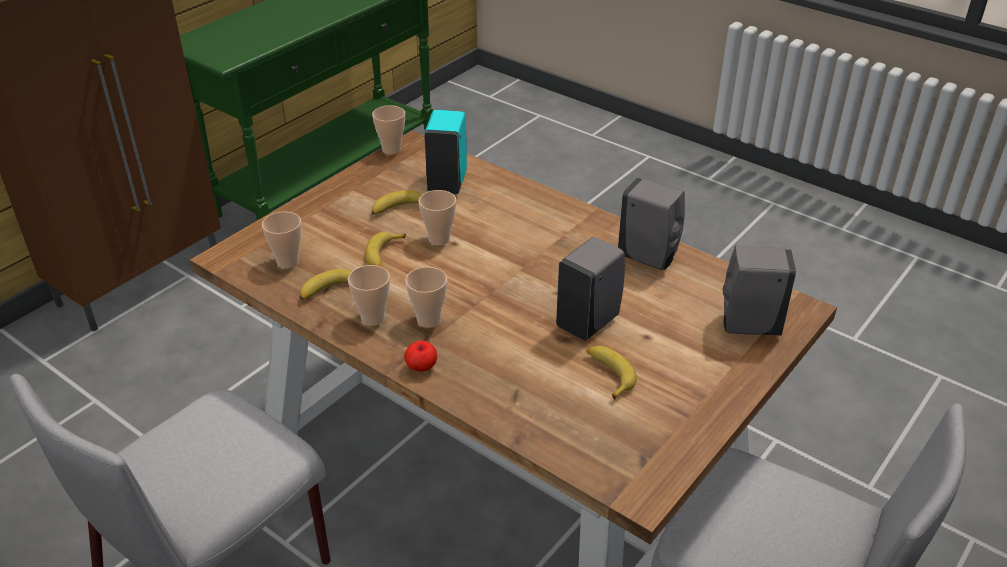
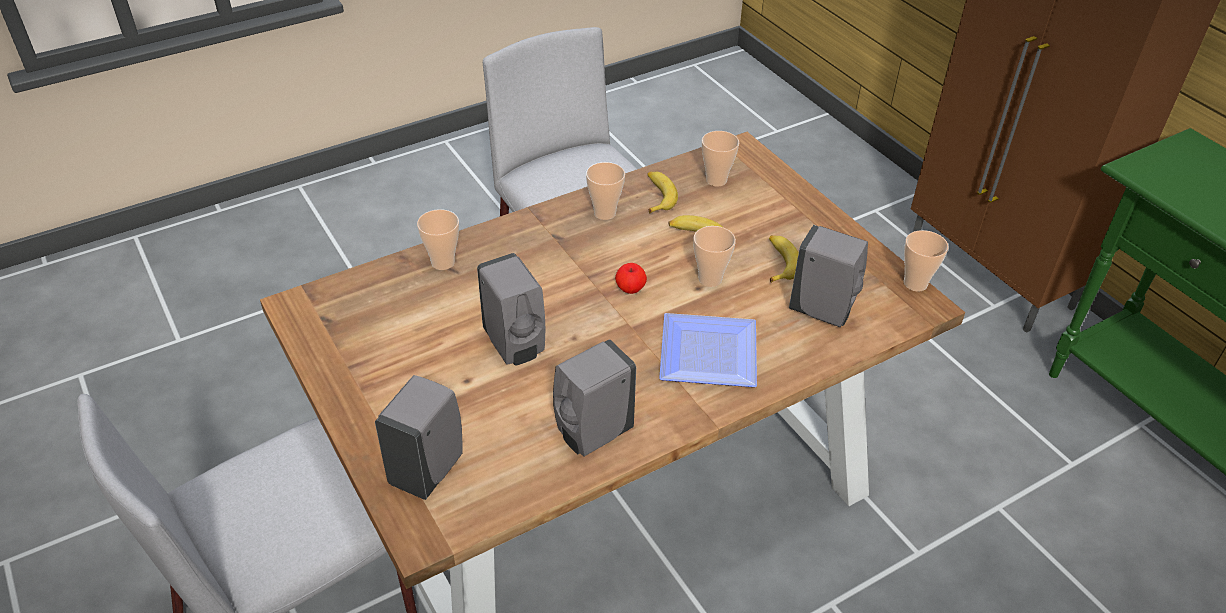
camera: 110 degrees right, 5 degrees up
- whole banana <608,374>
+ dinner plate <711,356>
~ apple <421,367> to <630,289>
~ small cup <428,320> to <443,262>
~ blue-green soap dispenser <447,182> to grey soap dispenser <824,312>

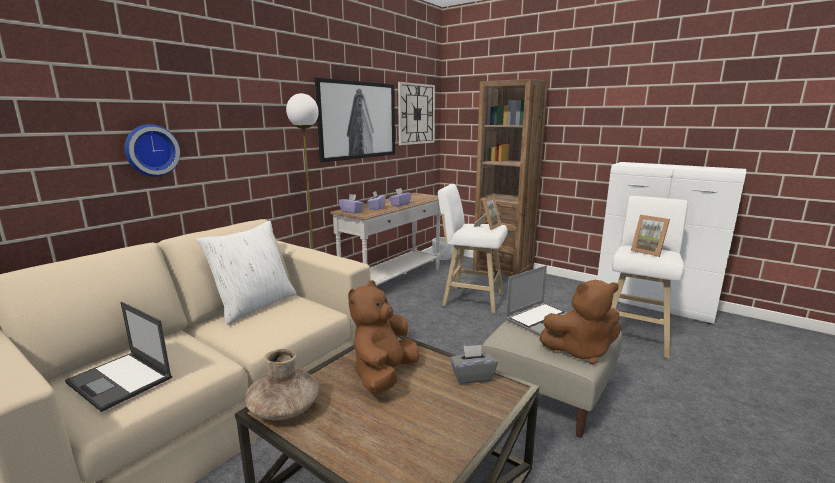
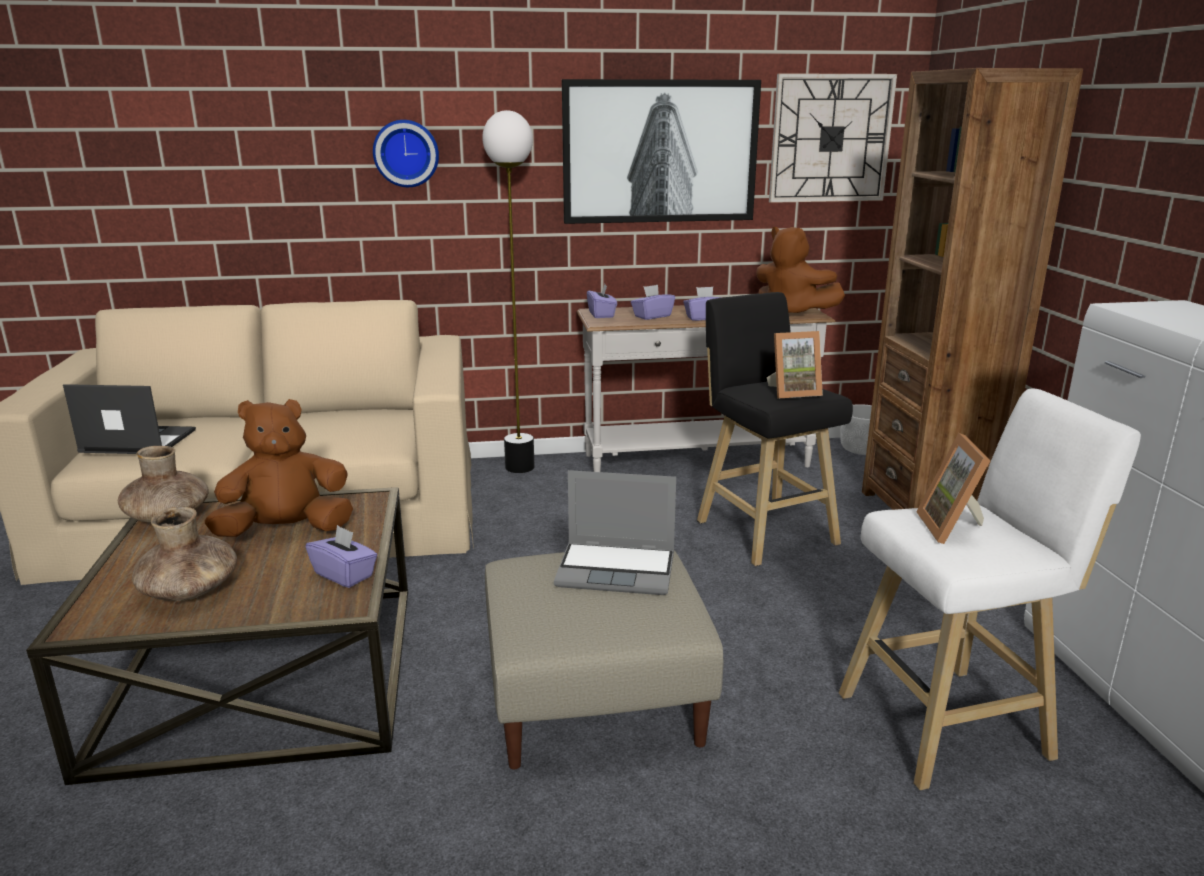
camera: 45 degrees right, 5 degrees up
- white-coloured throw pillow <255,305>
+ brown flower vase <190,591>
~ clock on the wall <151,150> to <406,153>
~ brown cuddly toy <580,351> to <792,313>
~ white-coloured stool <470,299> to blackish stool <763,530>
~ grey tissue box <472,376> to purple-coloured tissue box <345,574>
~ laptop <120,380> = <137,441> 105 degrees clockwise

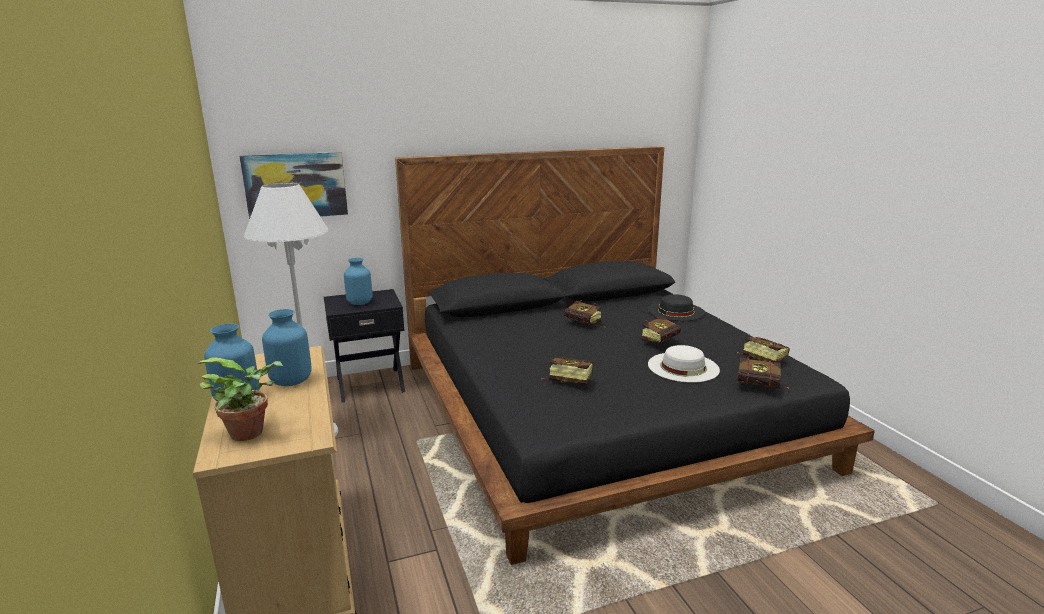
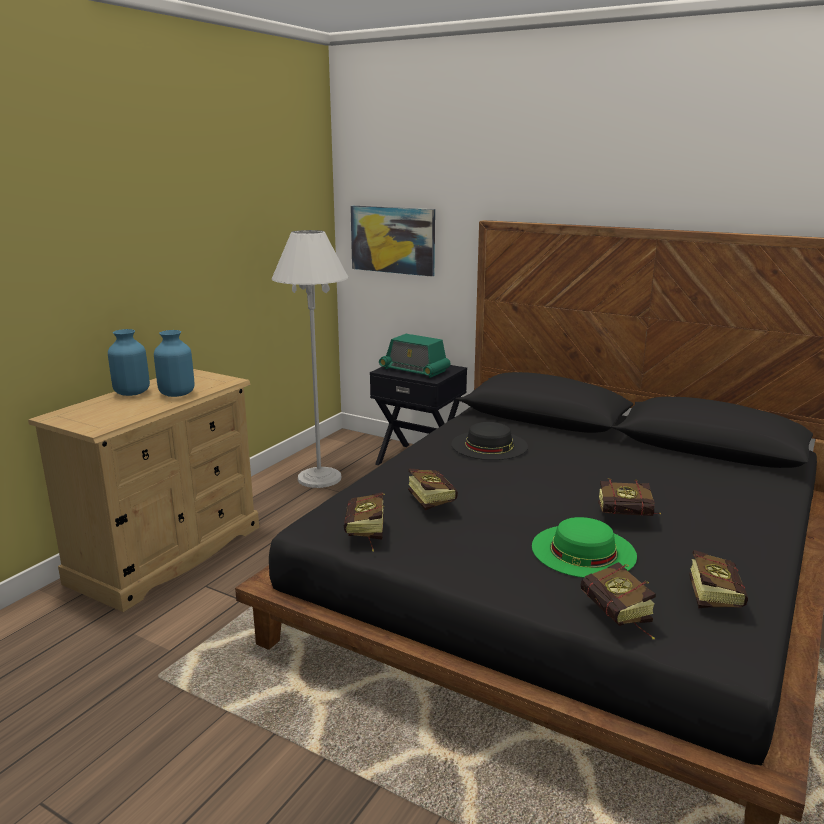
camera: 50 degrees right, 0 degrees up
- houseplant <252,432>
~ bound book <585,324> to <365,534>
~ blackish hat <676,311> to <489,445>
~ bluish flower vase <360,302> to radio receiver <414,370>
~ white-coloured hat <683,367> to greenish hat <583,550>

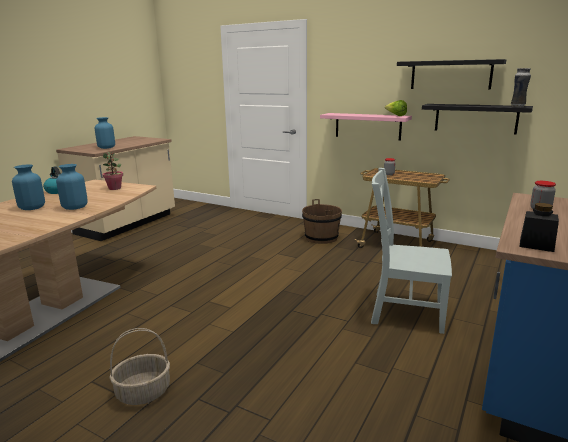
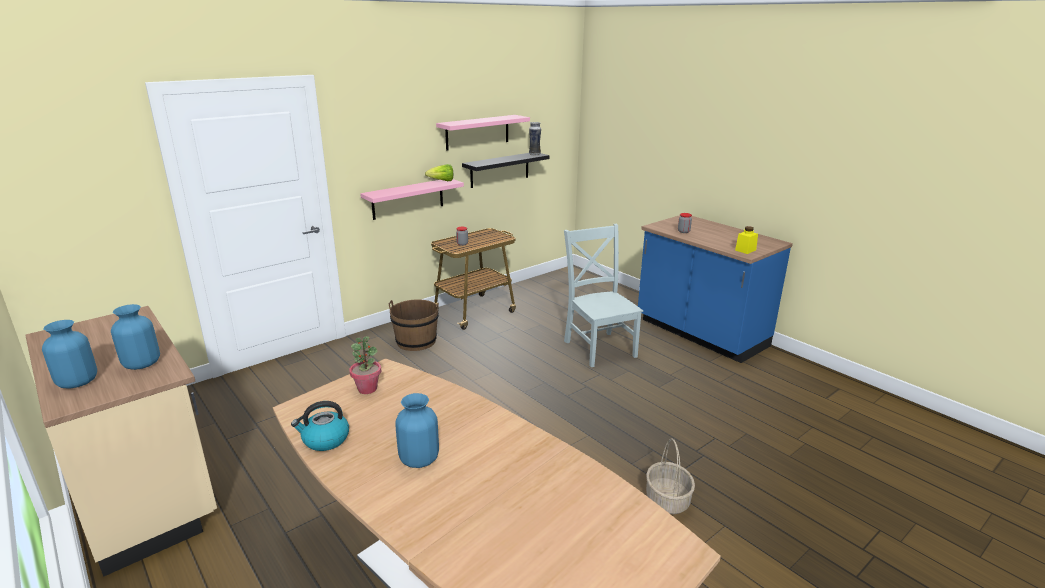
camera: 70 degrees left, 5 degrees up
~ bluish flower vase <75,207> to <77,382>
~ blackish wall shelf <450,75> to pinkish wall shelf <477,132>
~ blackish jar <536,245> to yellowish jar <745,250>
~ grey plain chair <403,311> = <599,347> 120 degrees clockwise

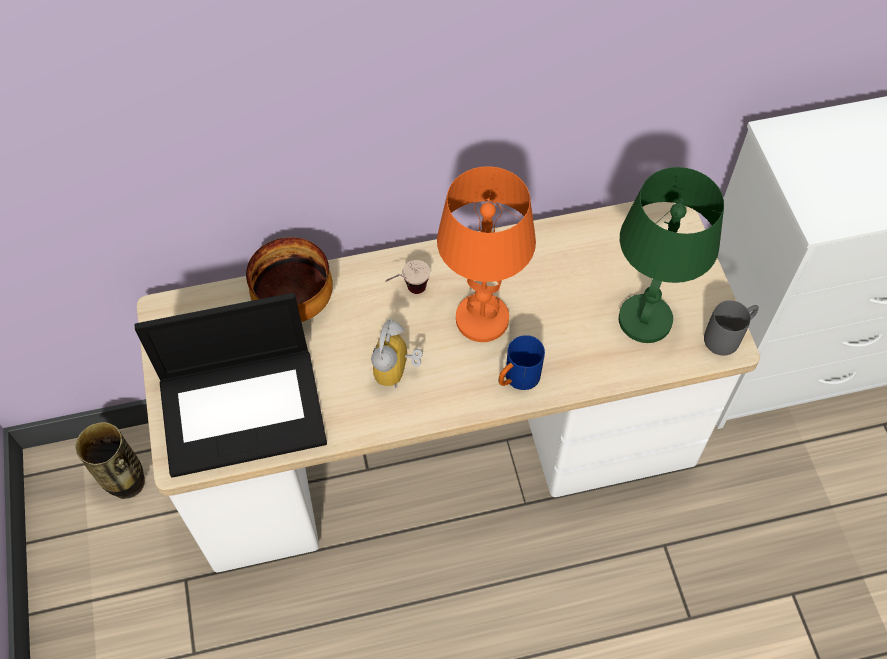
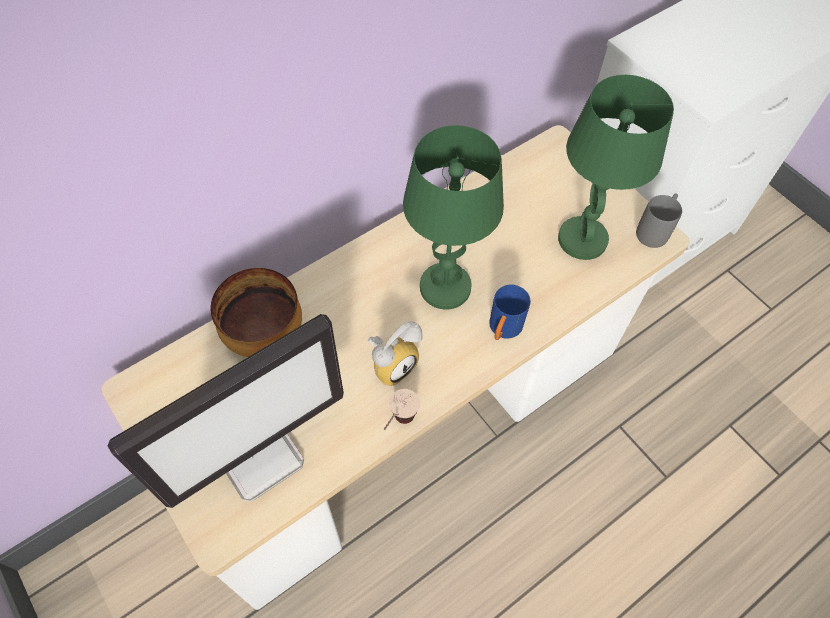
camera: 25 degrees left, 0 degrees up
- flower vase <127,483>
~ small cup <407,292> to <398,425>
~ laptop <244,409> to computer screen <260,455>
~ orange lamp for a table <482,318> to greenish lamp for a table <445,287>
~ alarm clock <397,372> = <392,363> 120 degrees counterclockwise

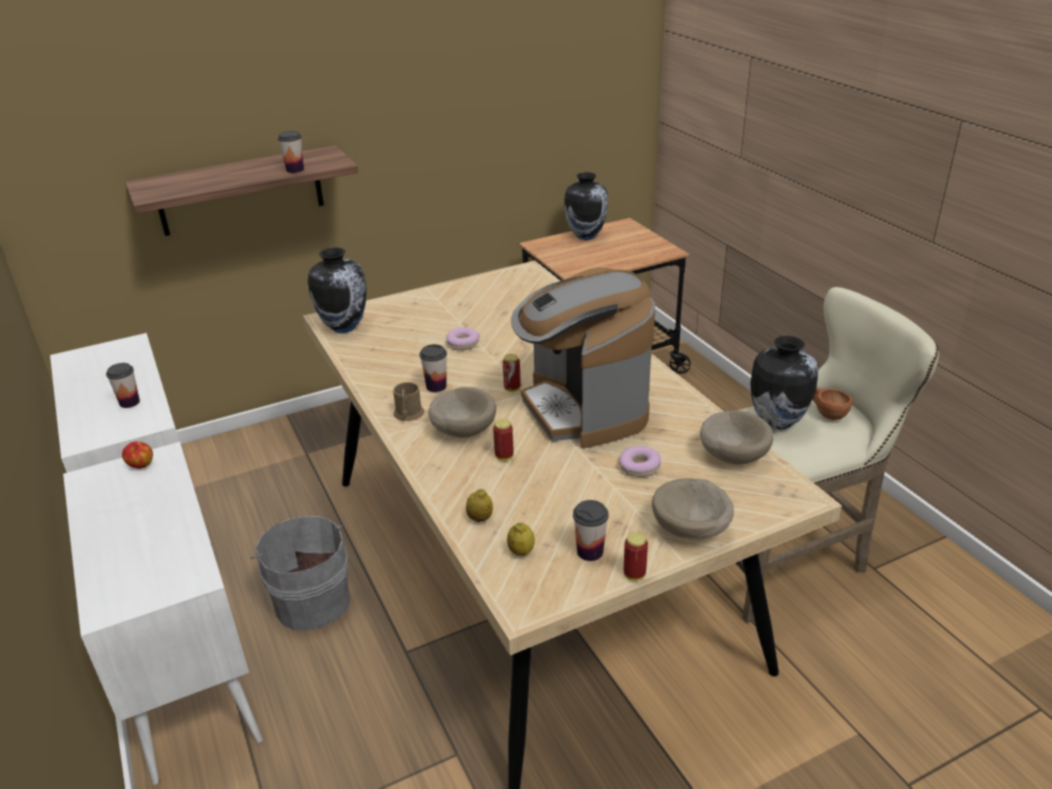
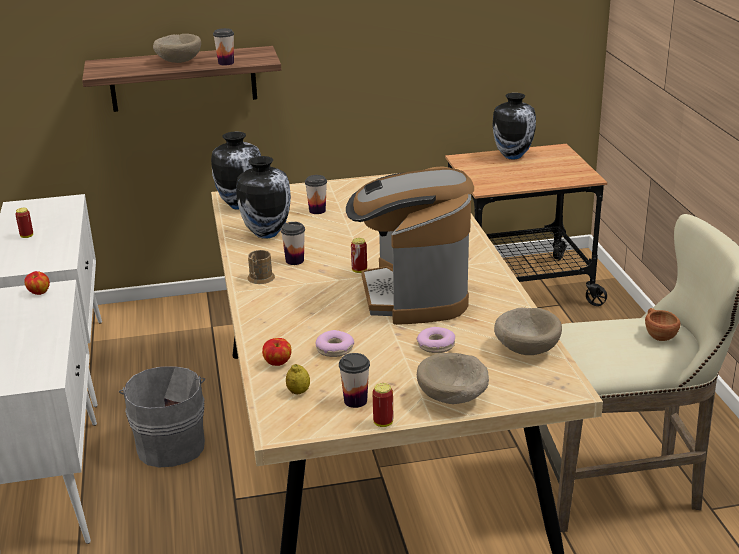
camera: 15 degrees right, 5 degrees down
~ small cup <129,402> to <317,210>
~ sand-coloured serving bowl <463,429> to <179,61>
~ doughnut <463,343> to <335,349>
~ sealed can <504,456> to <27,236>
~ flower vase <776,422> to <266,233>
~ citrus fruit <480,518> to apple <278,363>

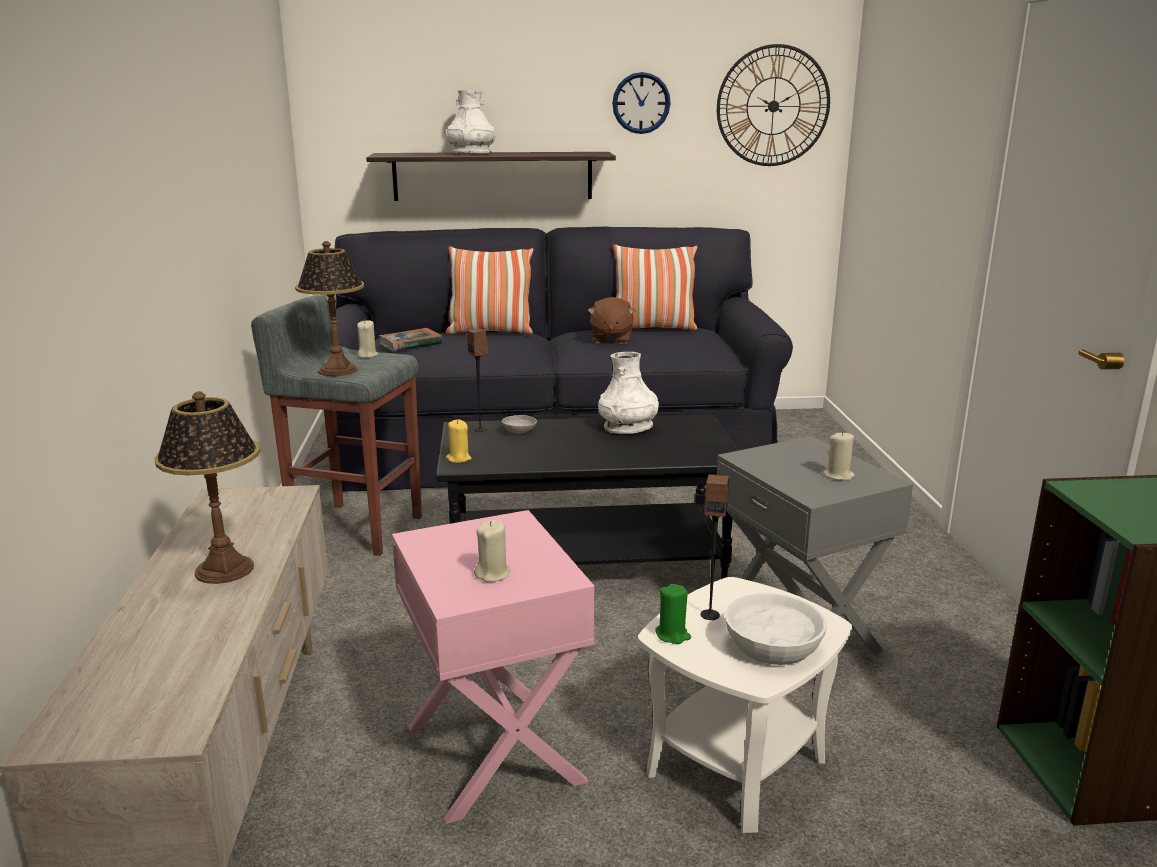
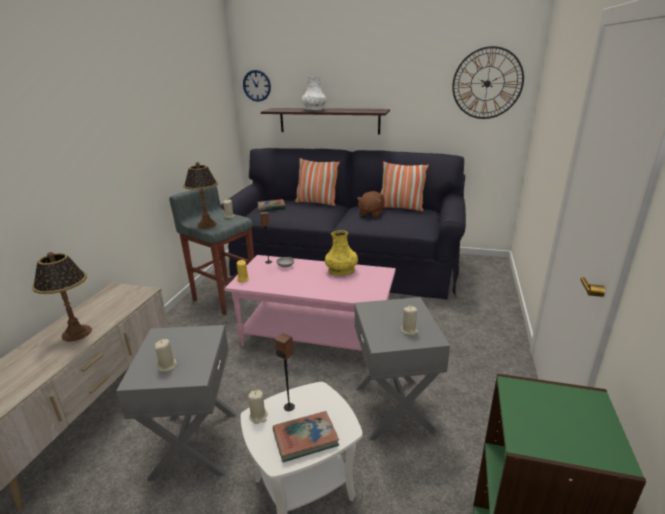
camera: 20 degrees right, 5 degrees up
~ clock on the wall <641,103> to <257,85>
~ white-coloured serving bowl <774,645> to bound book <305,438>
~ pinkish accent table <492,753> to grey accent table <194,444>
~ blackish low table <587,560> to pinkish low table <316,336>
~ white-coloured flower vase <628,427> to yellowish flower vase <341,270>
~ greenish wax candle <672,635> to sand-coloured wax candle <258,416>

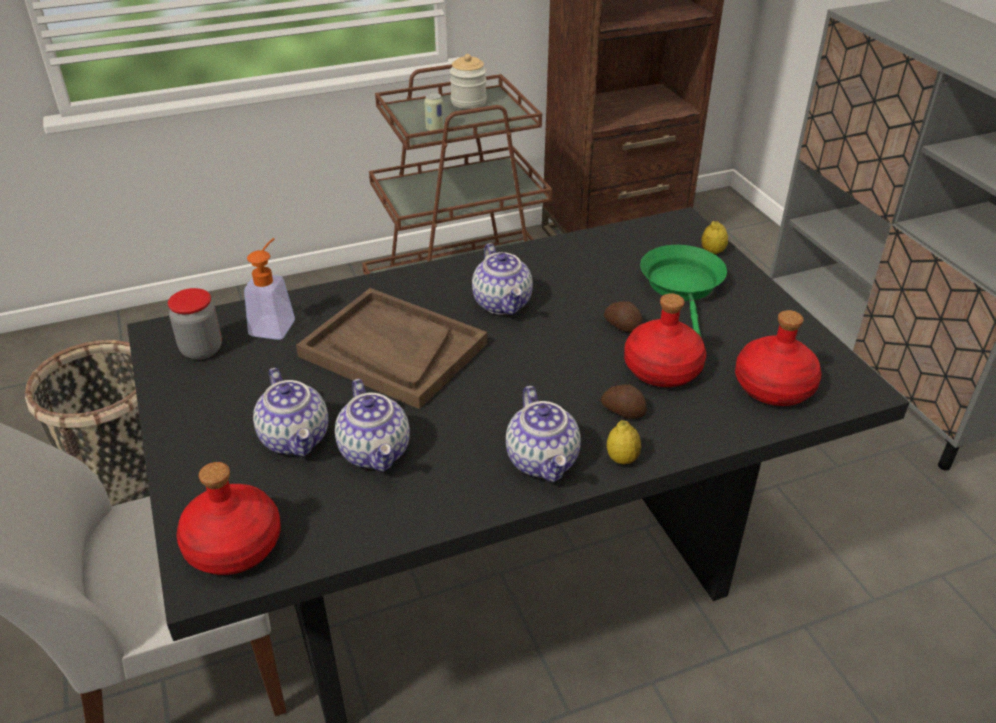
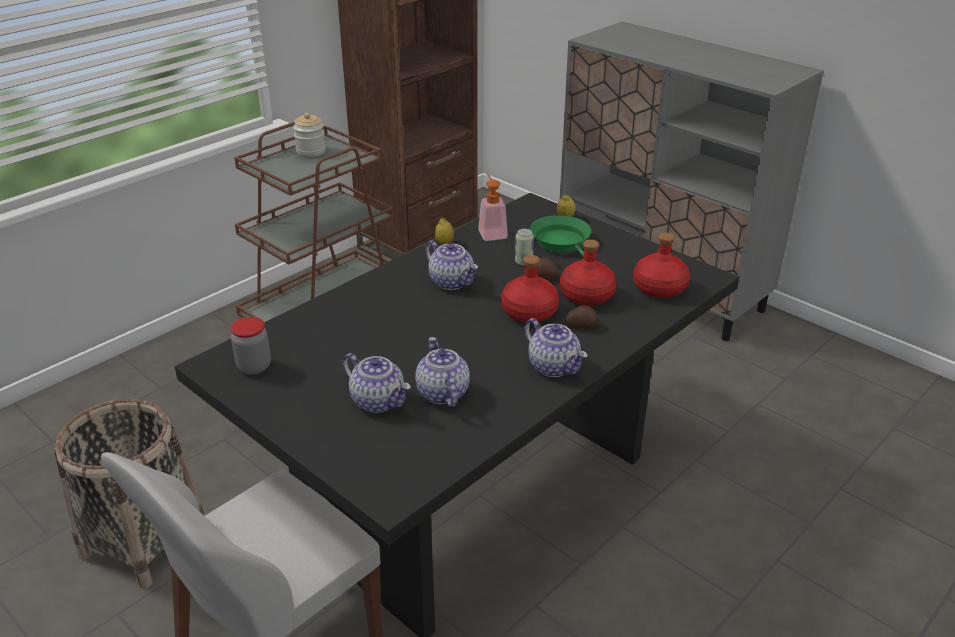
camera: 25 degrees left, 5 degrees down
- brown tray <392,350>
~ reddish bottle <232,546> to <528,312>
~ soap dispenser <275,323> to <491,232>
~ sealed can <435,129> to <523,262>
~ citrus fruit <622,459> to <445,243>
~ teapot <376,452> = <442,393> 150 degrees counterclockwise

